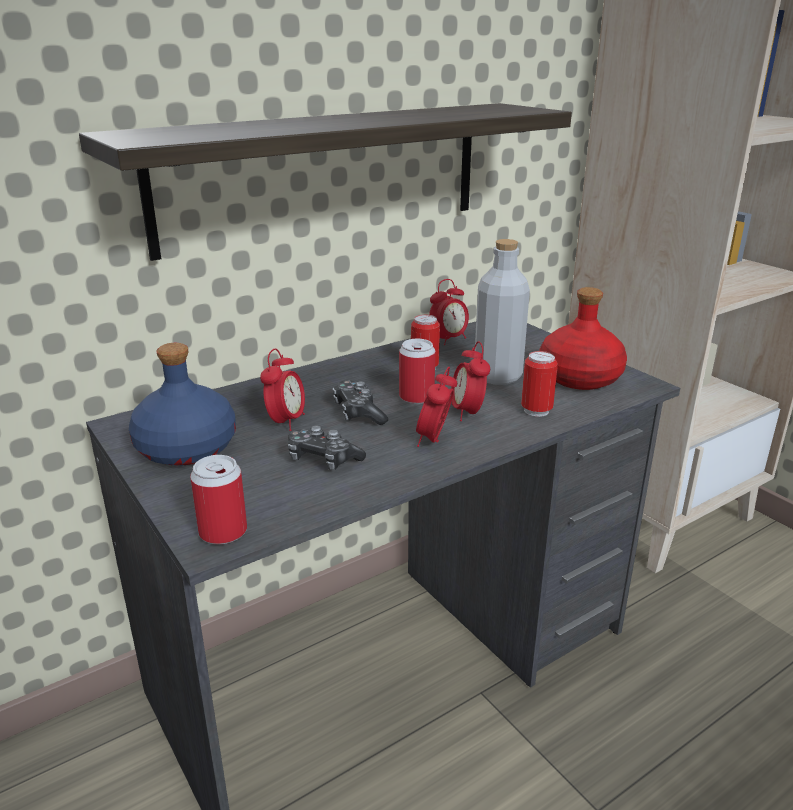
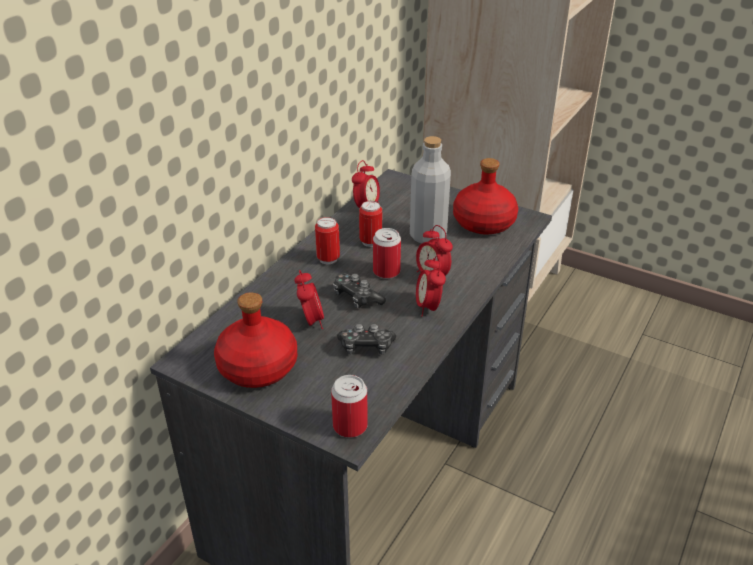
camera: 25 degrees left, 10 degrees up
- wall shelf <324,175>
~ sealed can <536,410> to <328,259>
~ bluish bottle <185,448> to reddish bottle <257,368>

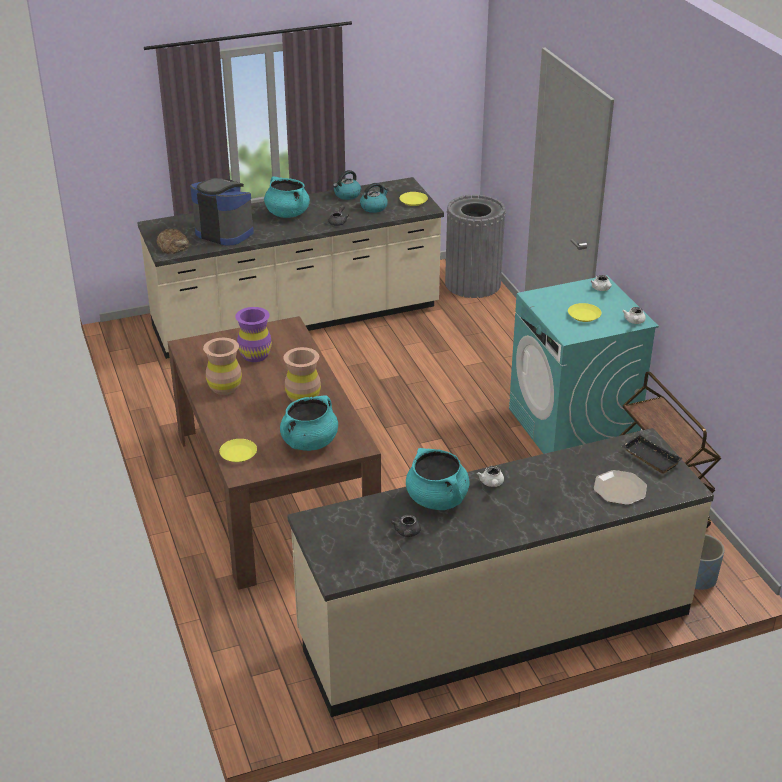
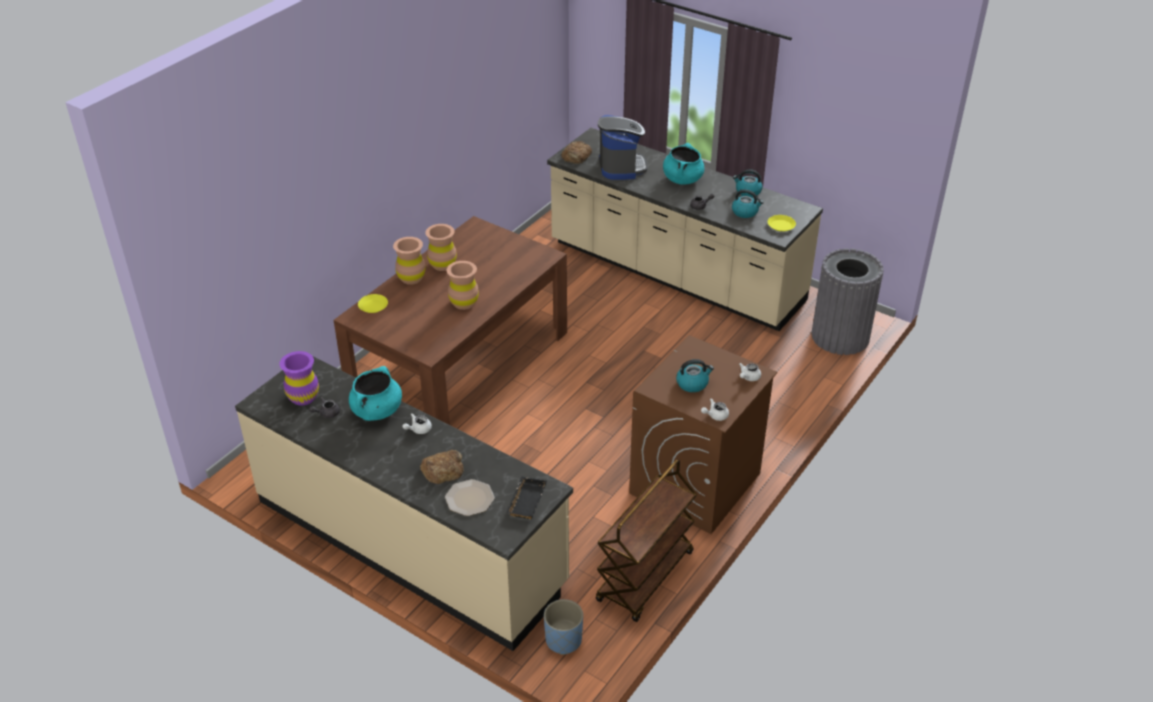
camera: 55 degrees right, 5 degrees up
- blue-green stockpot <309,442>
+ brown flower vase <411,278>
+ baked bread <443,470>
~ purple-coloured flower vase <255,355> to <303,397>
~ yellowish dinner plate <583,315> to water kettle <692,383>
~ blue-green laundry appliance <573,427> to brown laundry appliance <695,484>

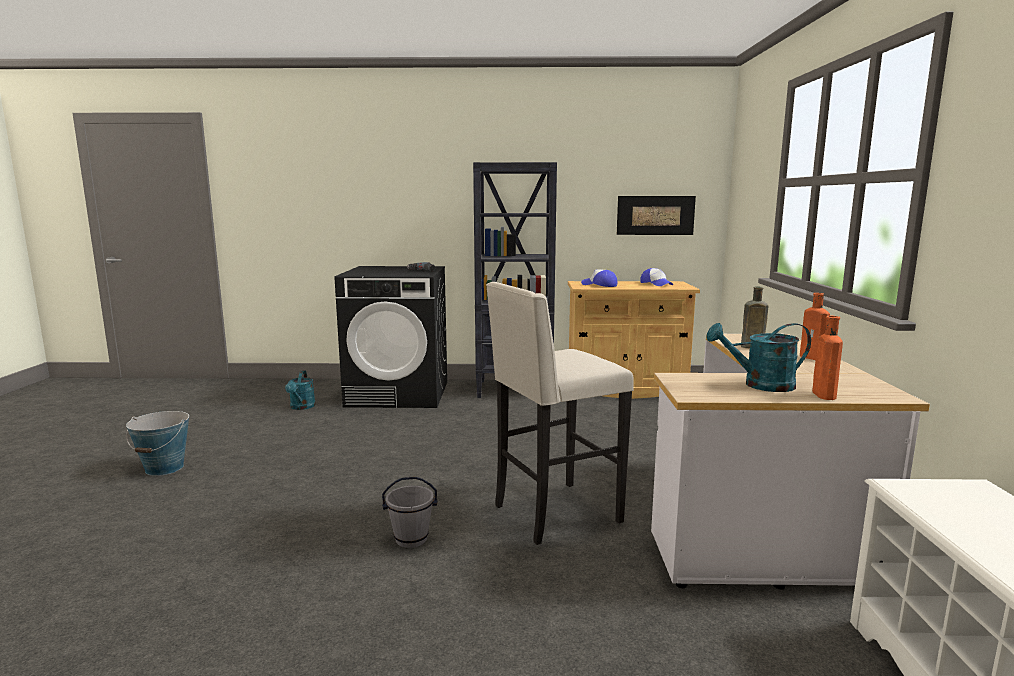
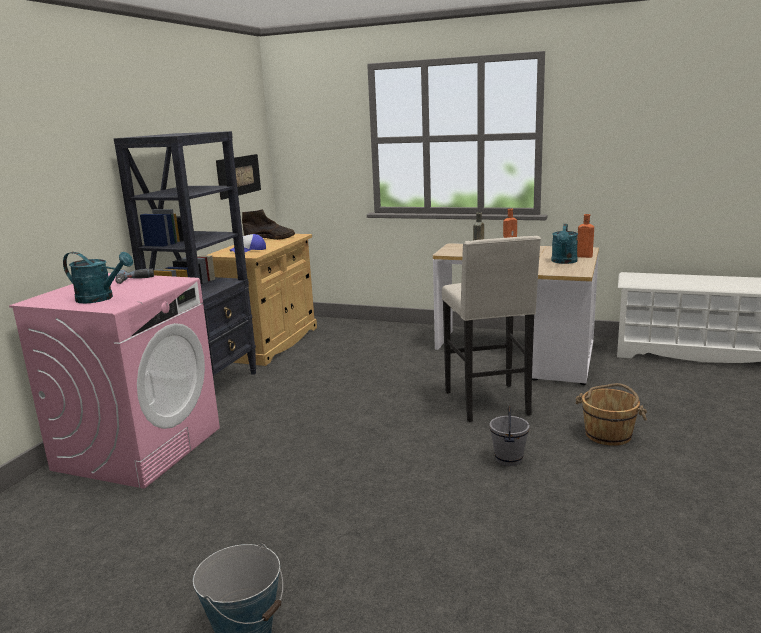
camera: 70 degrees left, 5 degrees up
+ brown bucket <608,434>
~ blue-green watering pot <301,407> to <101,298>
~ peaked cap <656,284> to brown tall boot <270,239>
~ blackish laundry appliance <399,394> to pinkish laundry appliance <139,448>

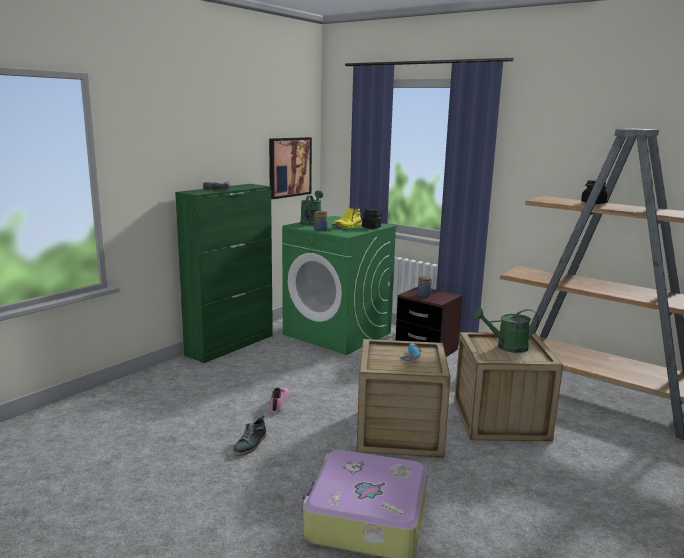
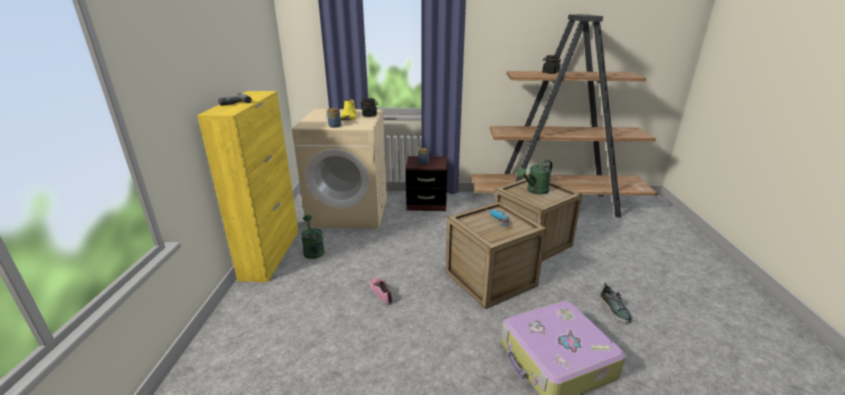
camera: 35 degrees left, 10 degrees up
- wall art <289,167>
~ low shoe <250,444> to <615,309>
~ greenish watering pot <311,222> to <313,250>
~ greenish cupboard <231,345> to yellowish cupboard <271,253>
~ greenish laundry appliance <338,333> to sand-coloured laundry appliance <349,211>

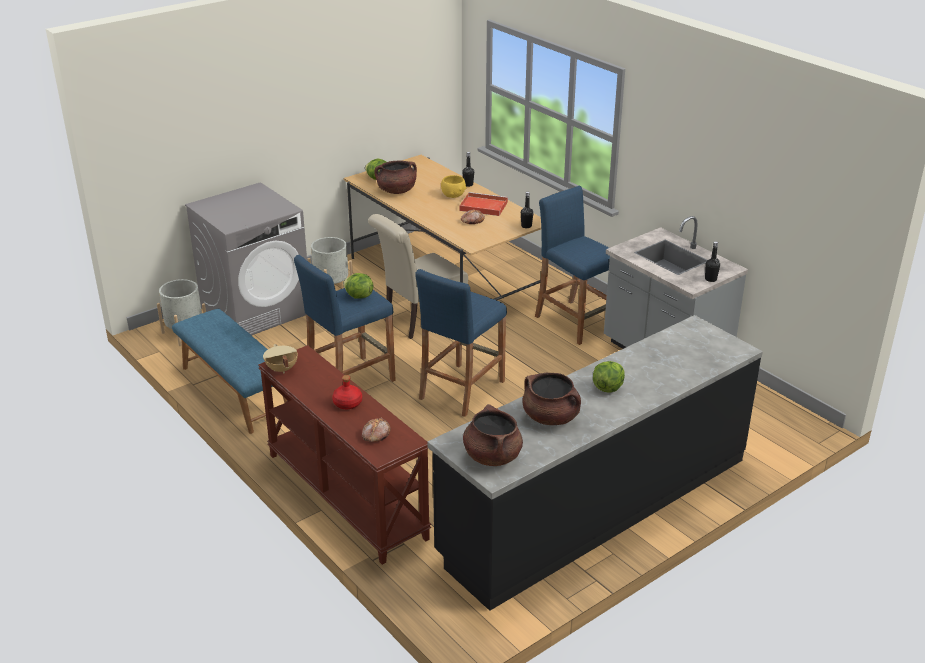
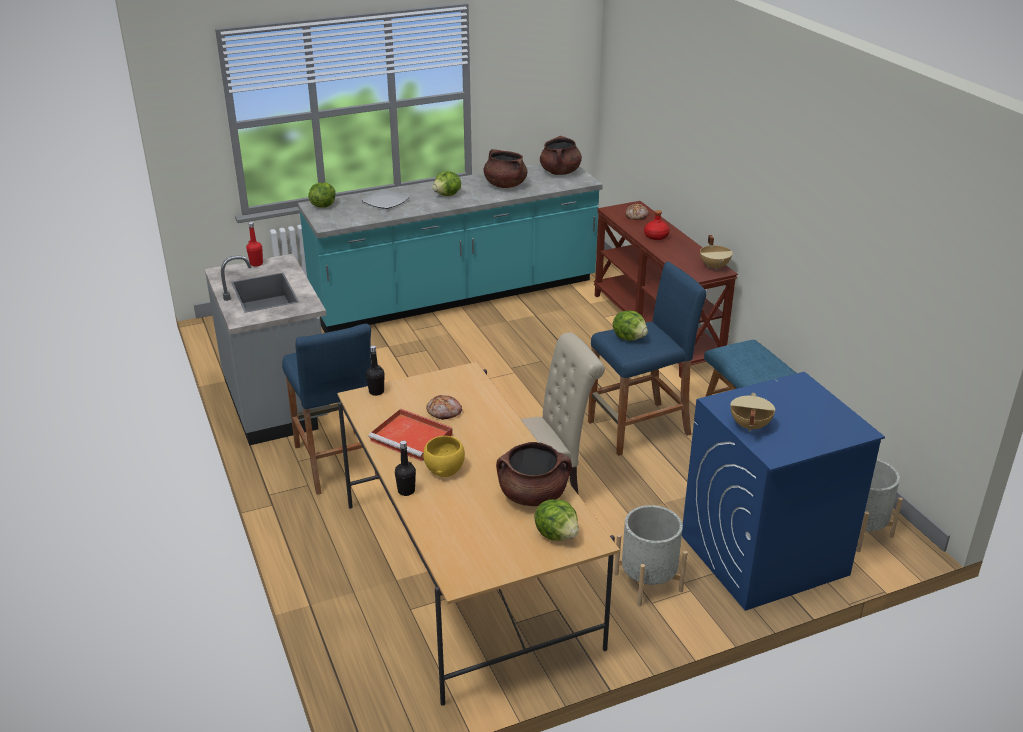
camera: 165 degrees left, 0 degrees up
- bluish stool <461,389>
+ head of lettuce <323,205>
+ dinner plate <385,201>
+ sand-coloured stockpot <749,426>
~ grey laundry appliance <256,310> to bluish laundry appliance <763,555>
~ blackish kitchen base unit <595,506> to blue-green kitchen base unit <456,297>
~ blackish bottle <710,279> to reddish bottle <256,264>

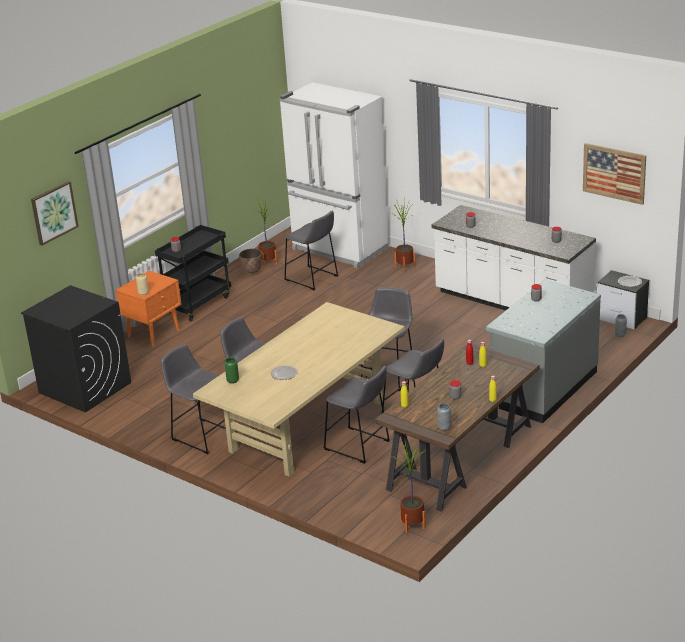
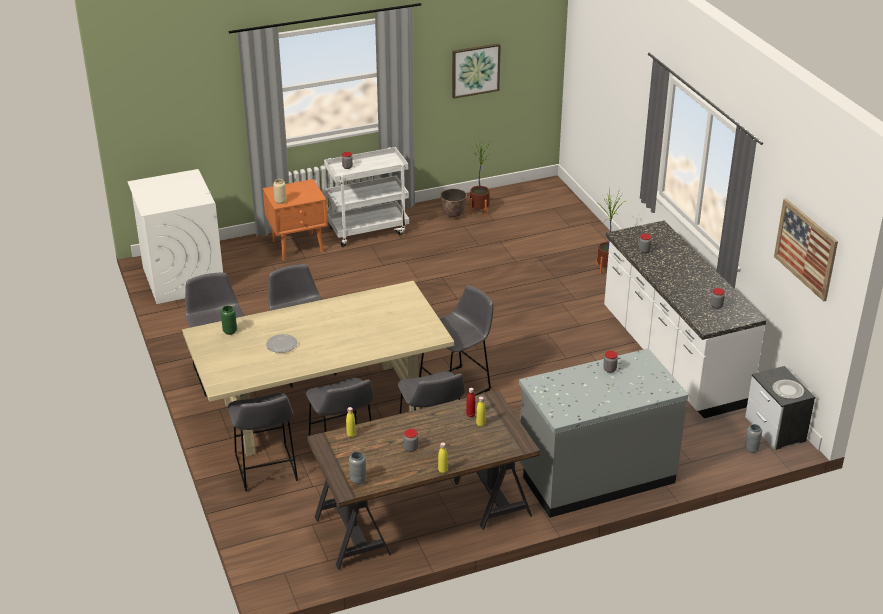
camera: 30 degrees right, 5 degrees up
- white-coloured fridge <339,249>
- houseplant <413,525>
~ wall art <53,212> to <475,70>
~ grey stool <313,279> to <266,470>
~ blackish laundry appliance <84,387> to white-coloured laundry appliance <182,278>
~ blackish cart <198,304> to white-coloured cart <368,230>

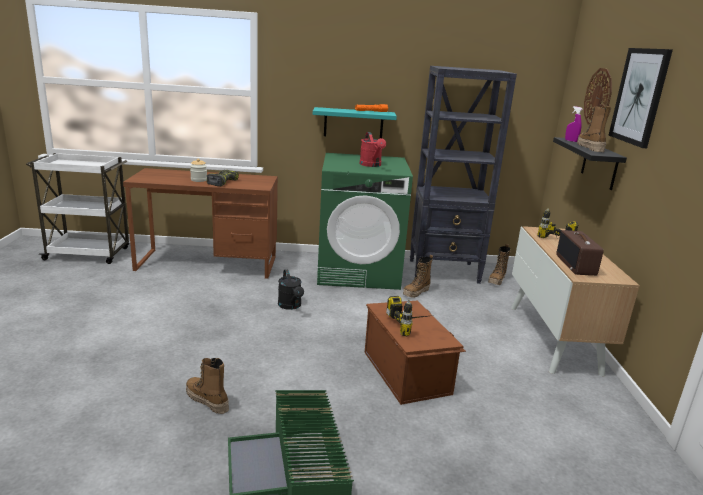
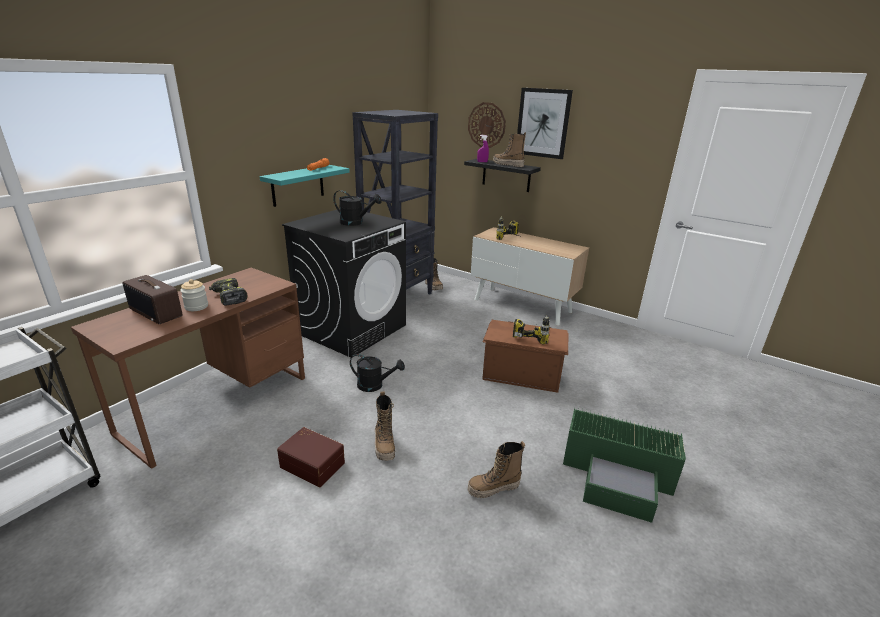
camera: 55 degrees left, 5 degrees up
+ brown storage bin <313,464>
~ tall boot <416,293> to <384,446>
~ radio receiver <576,265> to <157,312>
~ greenish laundry appliance <359,271> to blackish laundry appliance <352,329>
~ reddish watering pot <371,165> to blackish watering pot <356,223>

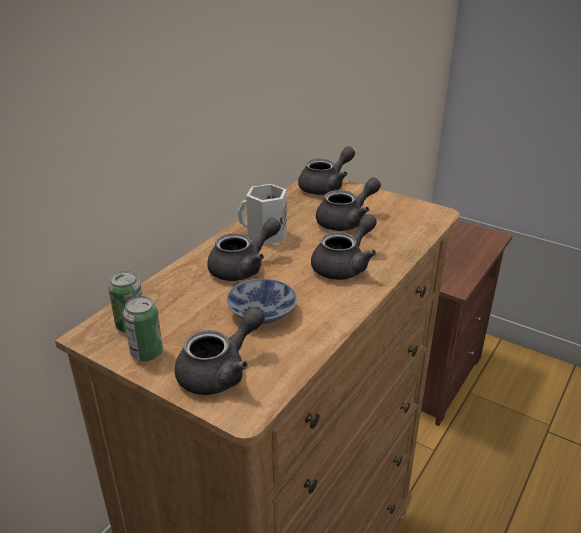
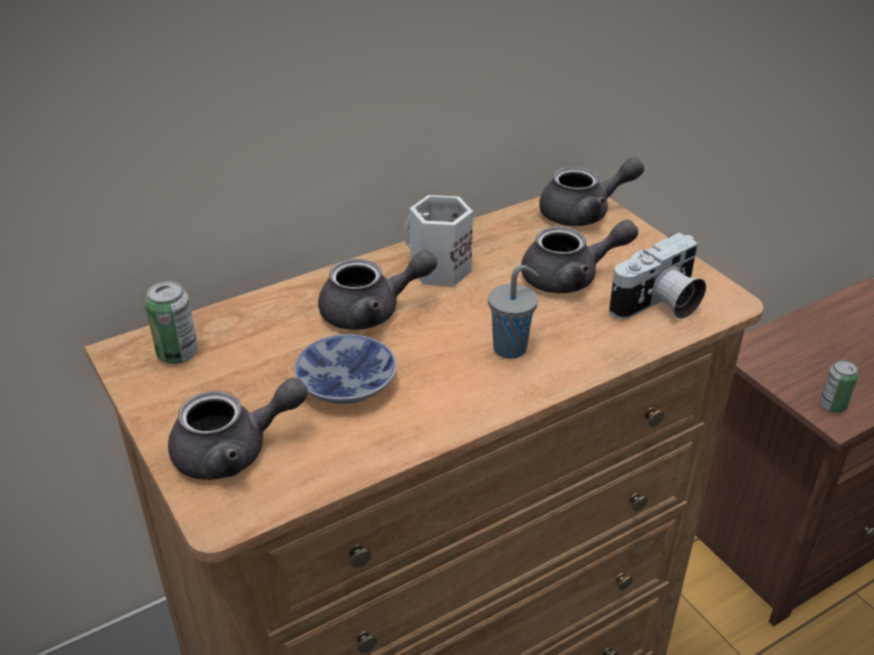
camera: 25 degrees right, 5 degrees up
+ still camera <659,305>
~ sealed can <147,353> to <832,405>
~ grey teapot <344,265> to grey small cup <512,348>

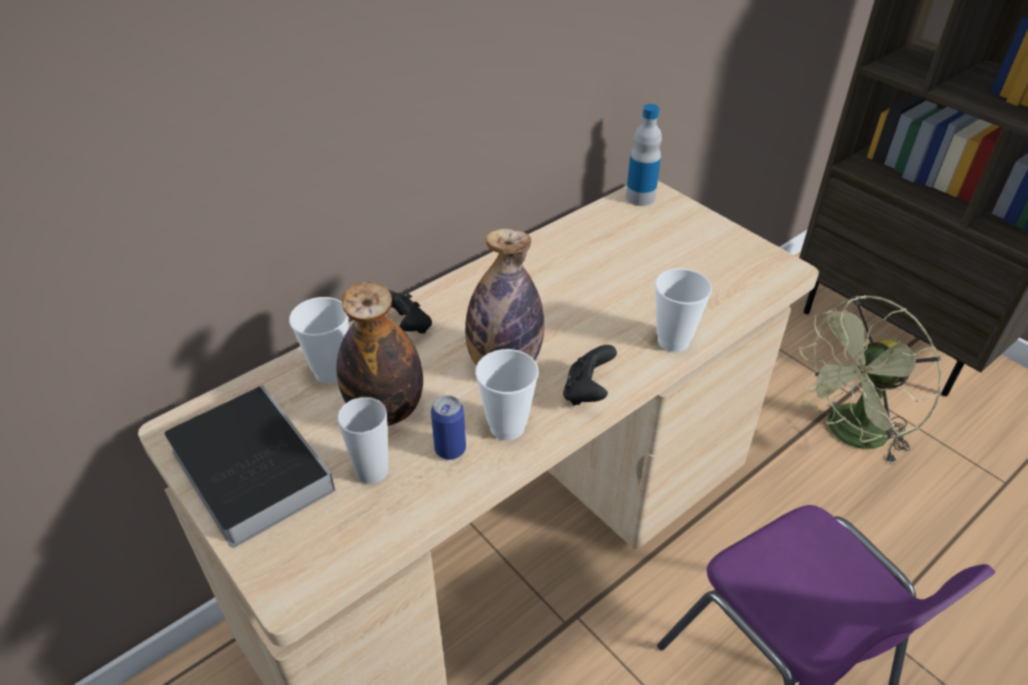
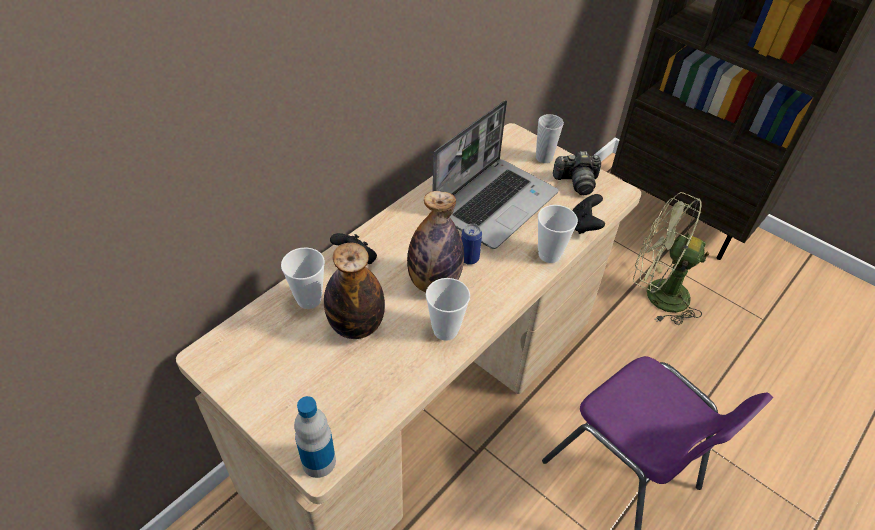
camera: 10 degrees left, 5 degrees up
- bound book <247,467>
+ laptop <495,202>
+ still camera <576,182>
~ small cup <372,471> to <544,158>
~ sealed can <450,449> to <469,258>
~ blackish joypad <587,392> to <585,225>
~ bottle <640,197> to <319,461>
~ greenish fan <849,434> = <656,294> 60 degrees clockwise

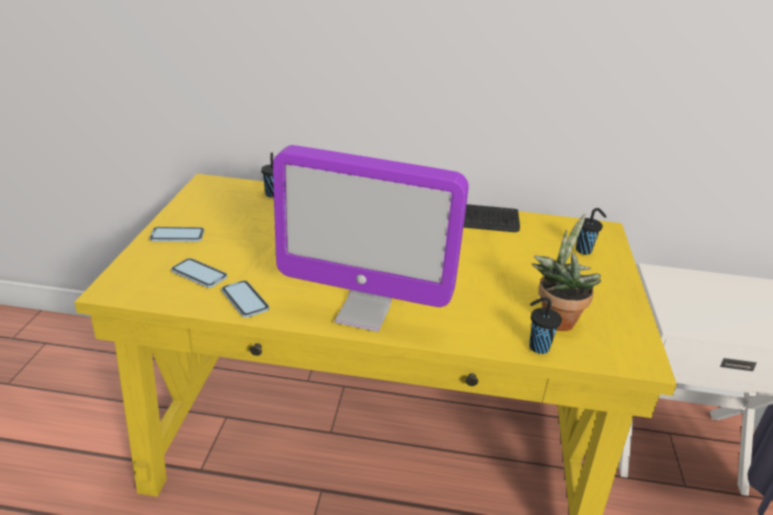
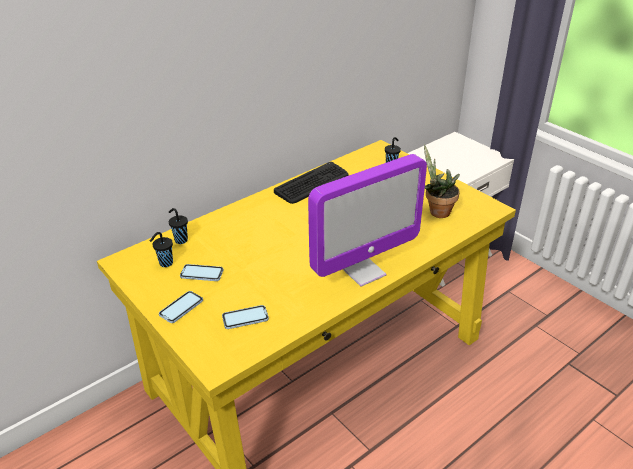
camera: 45 degrees left, 5 degrees up
~ phone <245,300> to <202,274>
~ blackish small cup <537,347> to <165,263>

